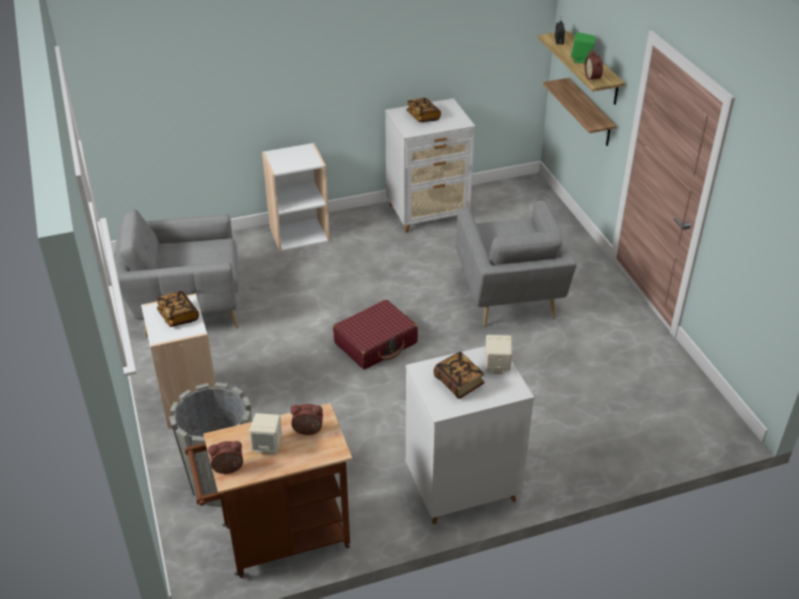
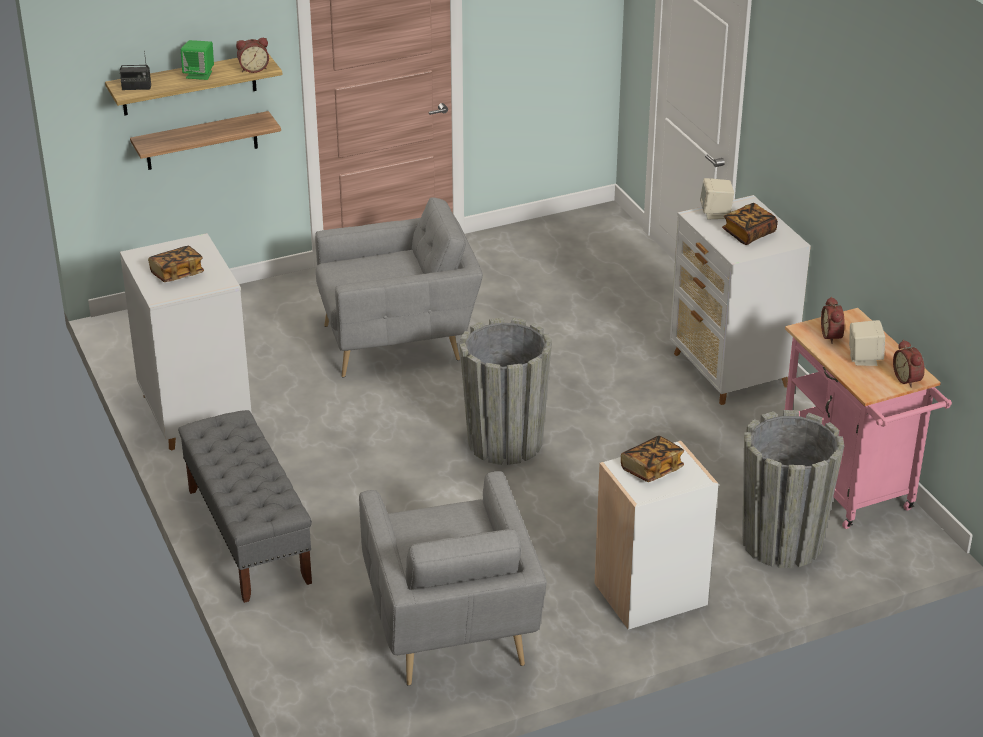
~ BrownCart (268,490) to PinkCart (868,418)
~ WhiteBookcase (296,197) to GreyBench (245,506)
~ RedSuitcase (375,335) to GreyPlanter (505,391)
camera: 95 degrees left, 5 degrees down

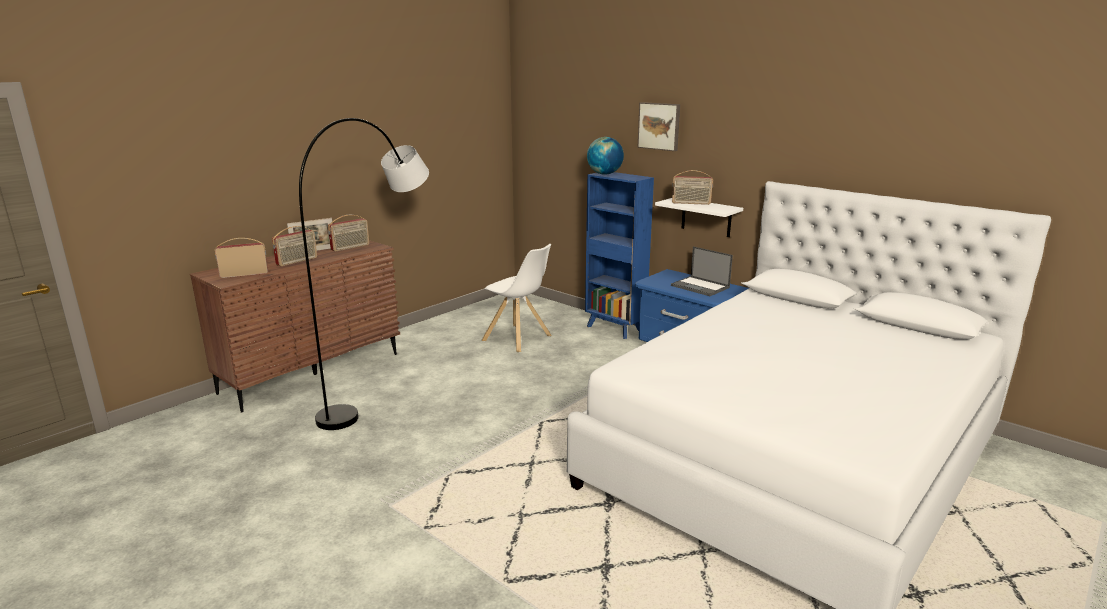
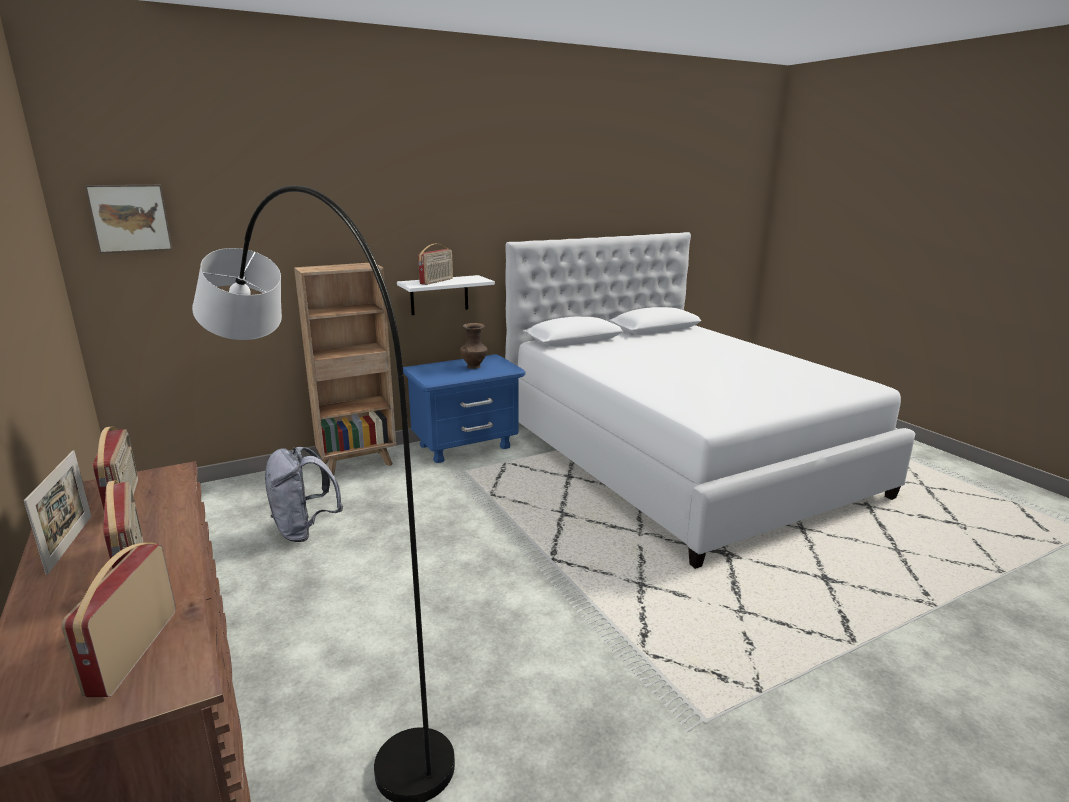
~ WhiteChair (517,298) to GreyBackpack (304,494)
~ BlueBookcase (619,255) to BrownBookcase (345,369)
- Globe (605,156)
~ Picture (658,126) to (128,219)
~ Laptop (702,271) to BrownVase (474,346)
camera: 70 degrees left, 0 degrees up

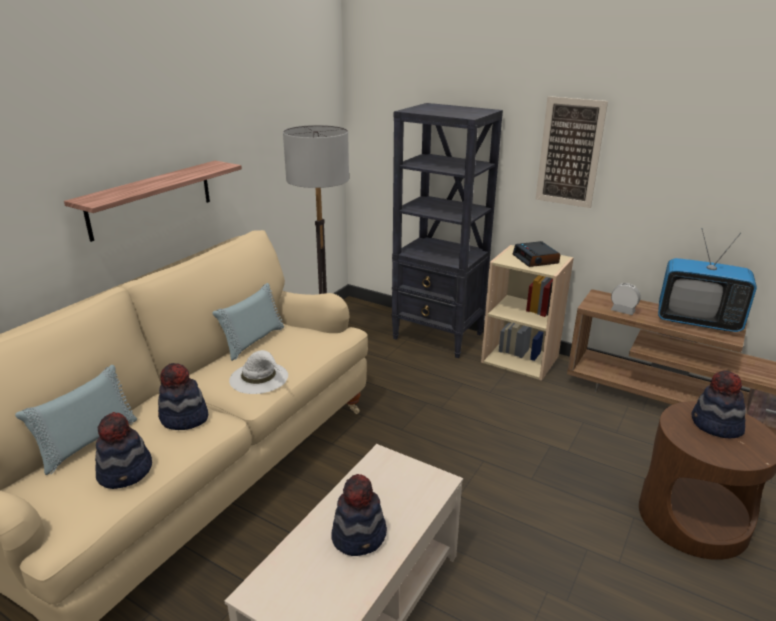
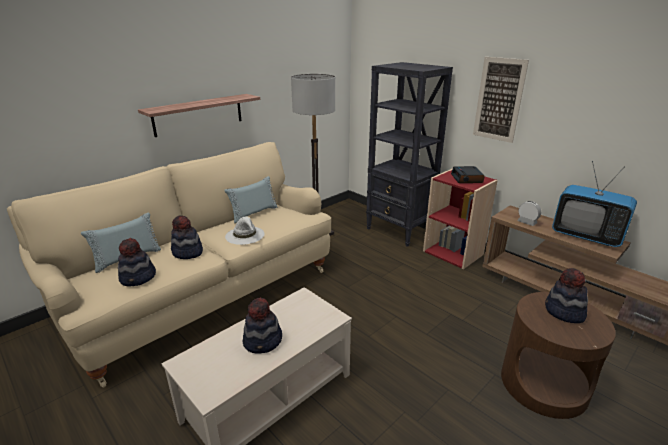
~ BeigeBookcase (527,313) to RedBookcase (460,218)
camera: 15 degrees right, 0 degrees up

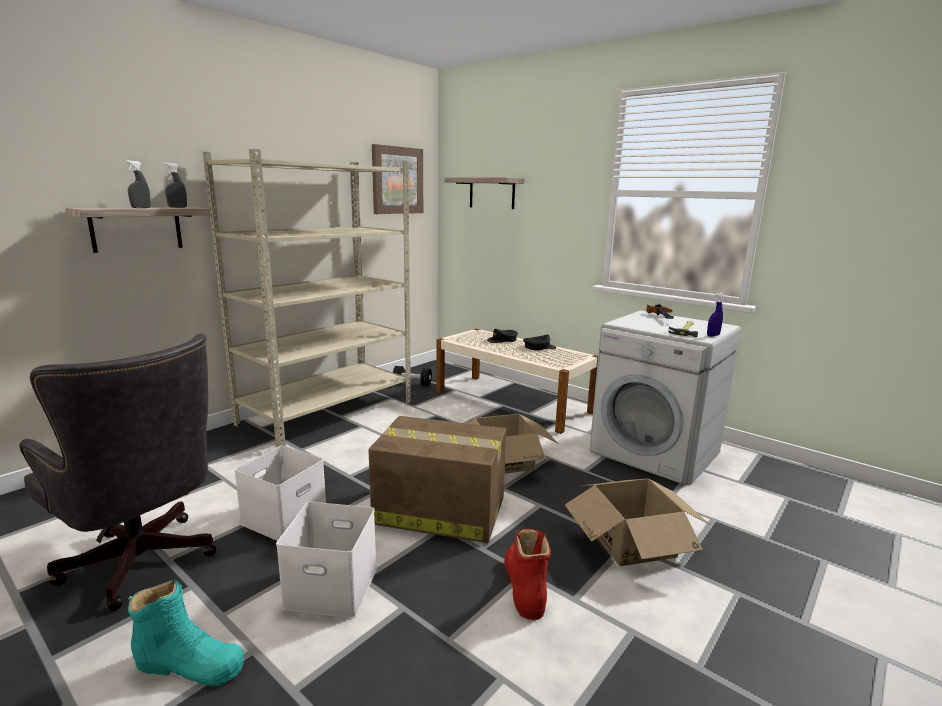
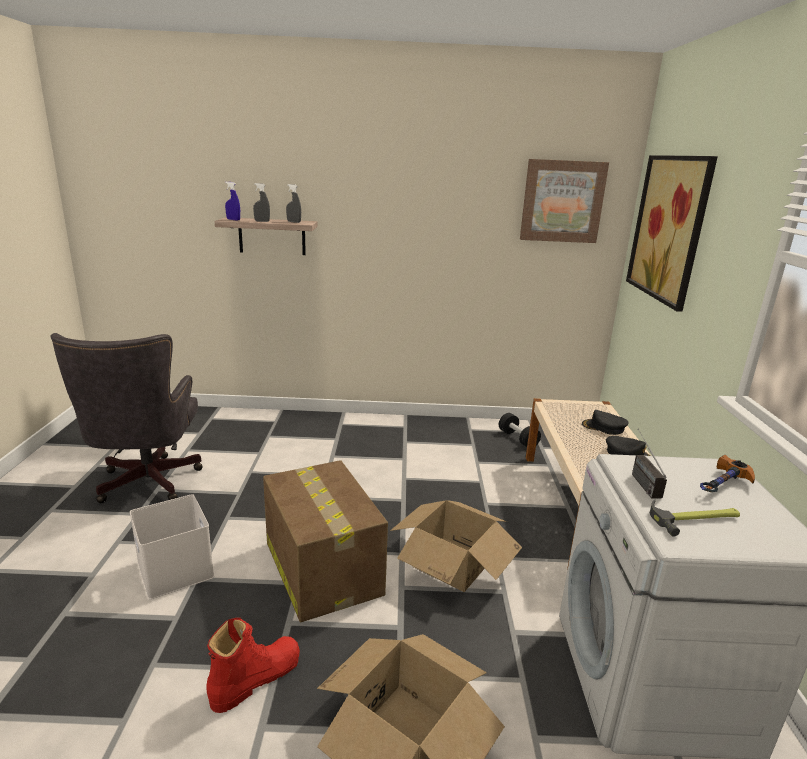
- TurquoiseBoot (185,632)
- BeigeBookcase (307,298)
- WhiteStorageBox (280,493)
~ Shelf (484,193) to Picture (672,233)
~ BlueSprayBottle (715,315) to (232,201)
+ Radio (649,464)
camera: 50 degrees right, 5 degrees up

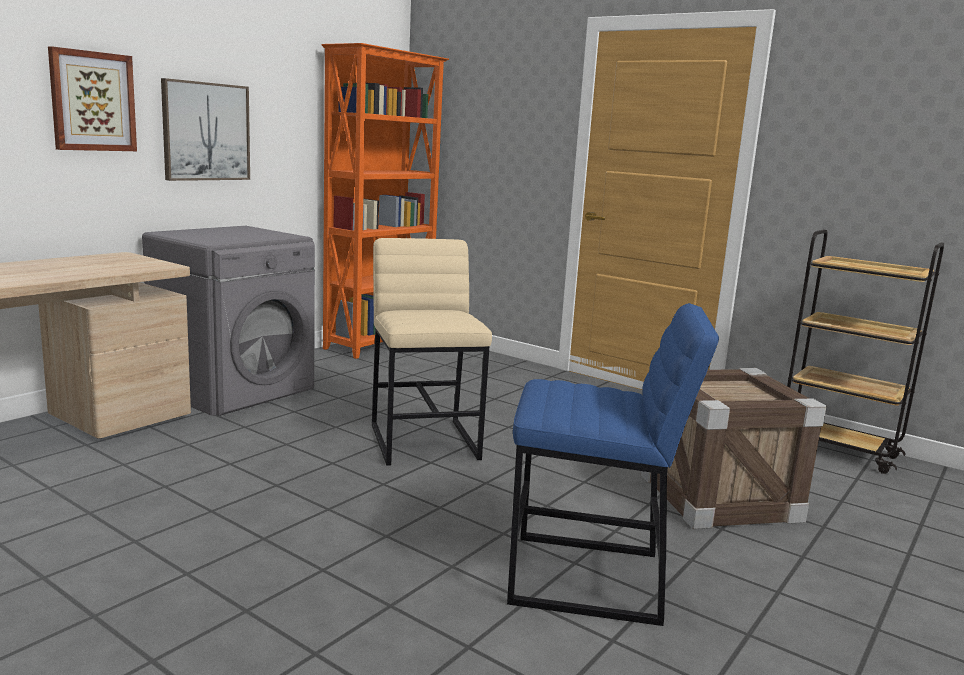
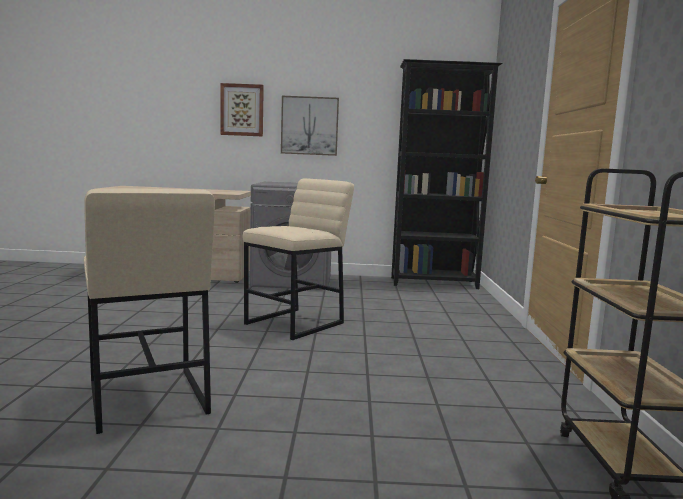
~ OrangeBookcase (385,201) to BlackBookcase (447,174)
~ BlueStool (613,464) to BeigeStool (149,311)
- Crate (734,448)
camera: 55 degrees right, 5 degrees down

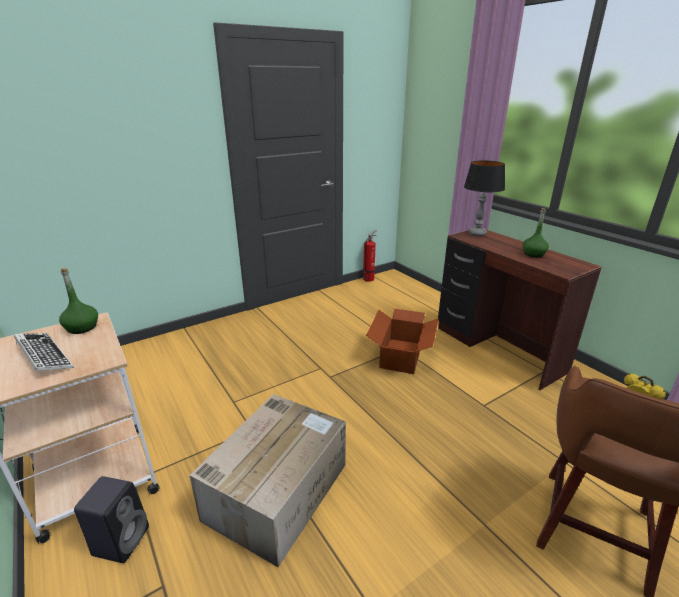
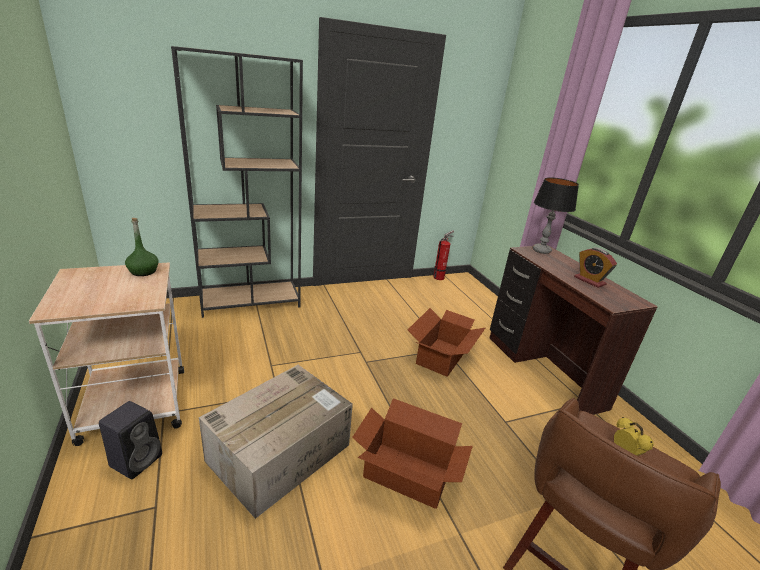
- Keyboard (44,352)
~ GreenBottle (535,232) to AlarmClock (595,268)
+ Bookcase (237,182)
+ CardboardBox (412,453)
camera: 10 degrees right, 0 degrees up

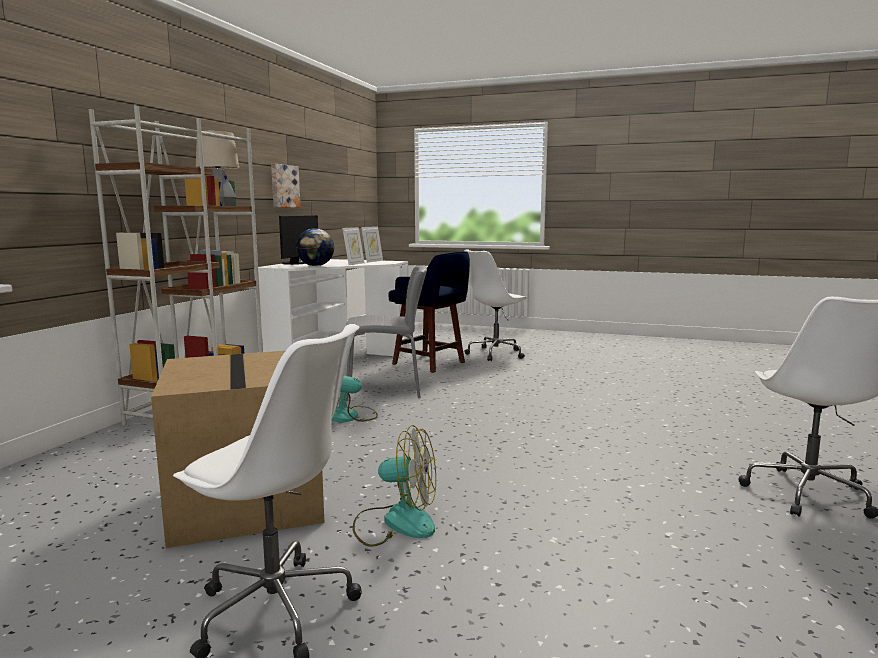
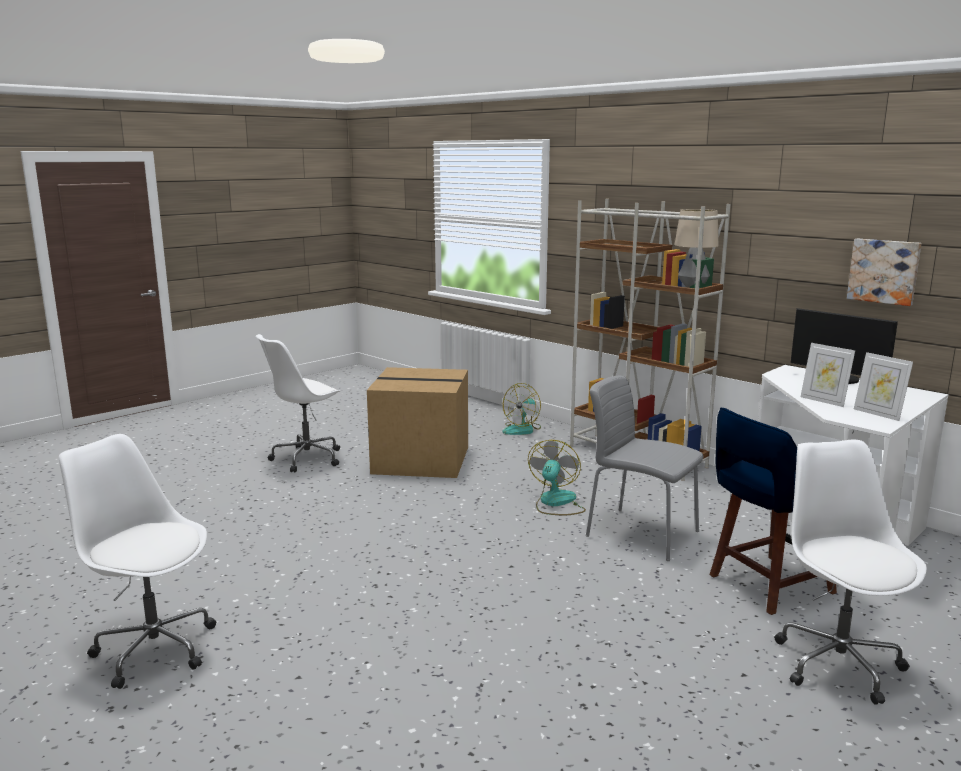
- Globe (315,247)
~ GreyChair (386,333) = (644,468) 105 degrees clockwise
~ Fan (394,486) to (521,409)
camera: 115 degrees right, 5 degrees up

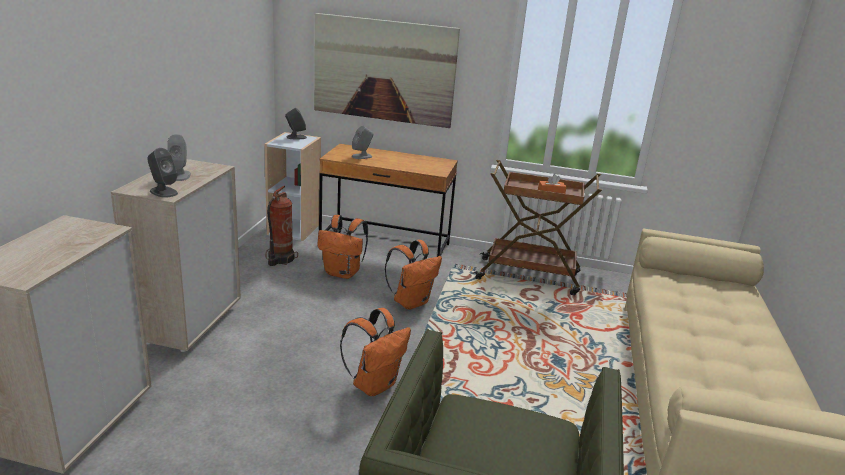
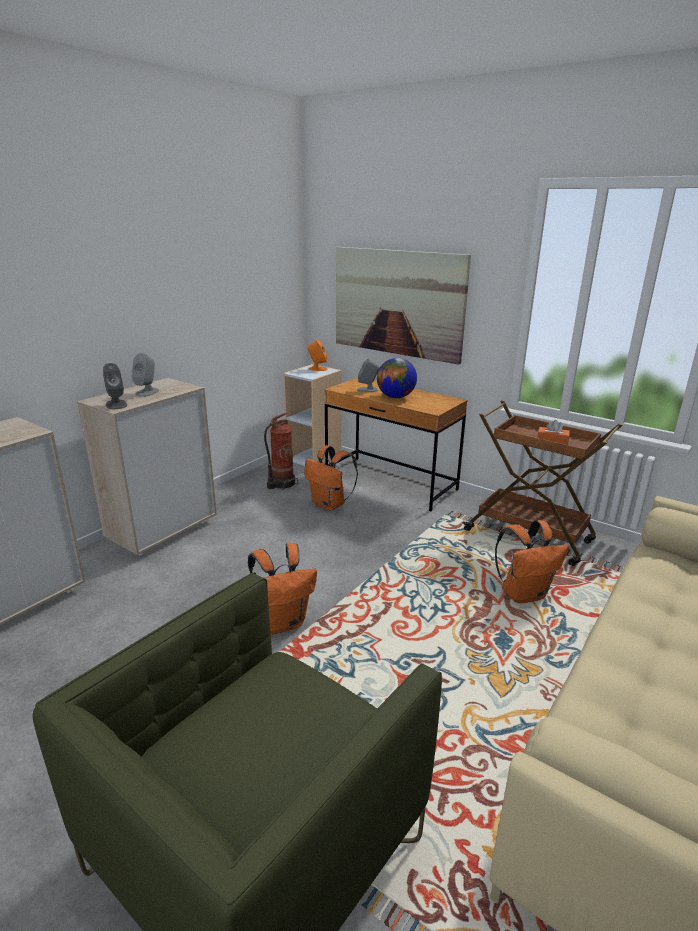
~ GreySpeaker (296,123) to OrangeSpeaker (318,355)
~ OrangeBackpack (413,275) to (532,561)
+ Globe (397,378)
camera: 25 degrees right, 0 degrees up

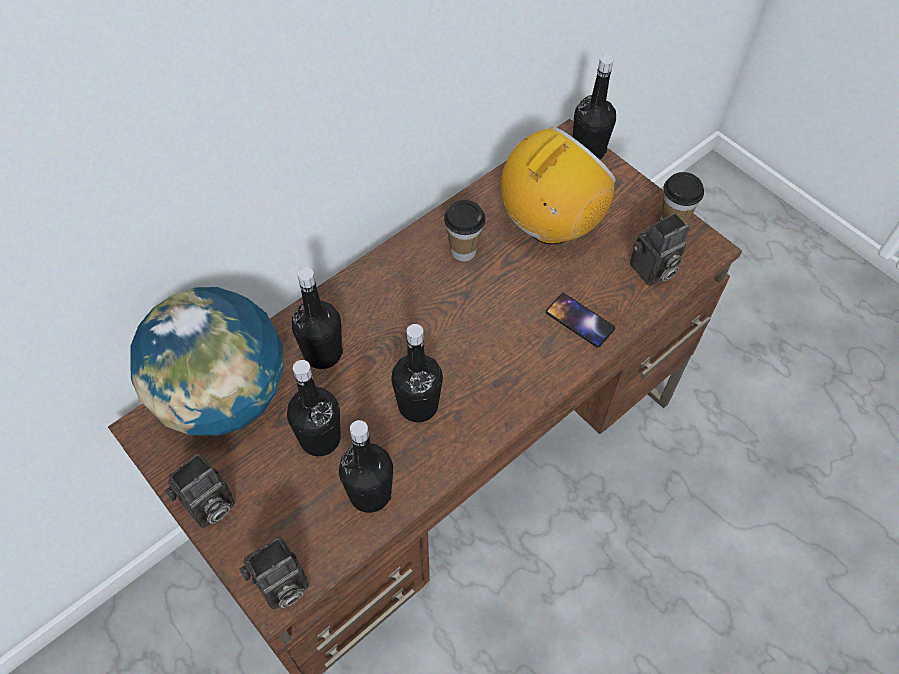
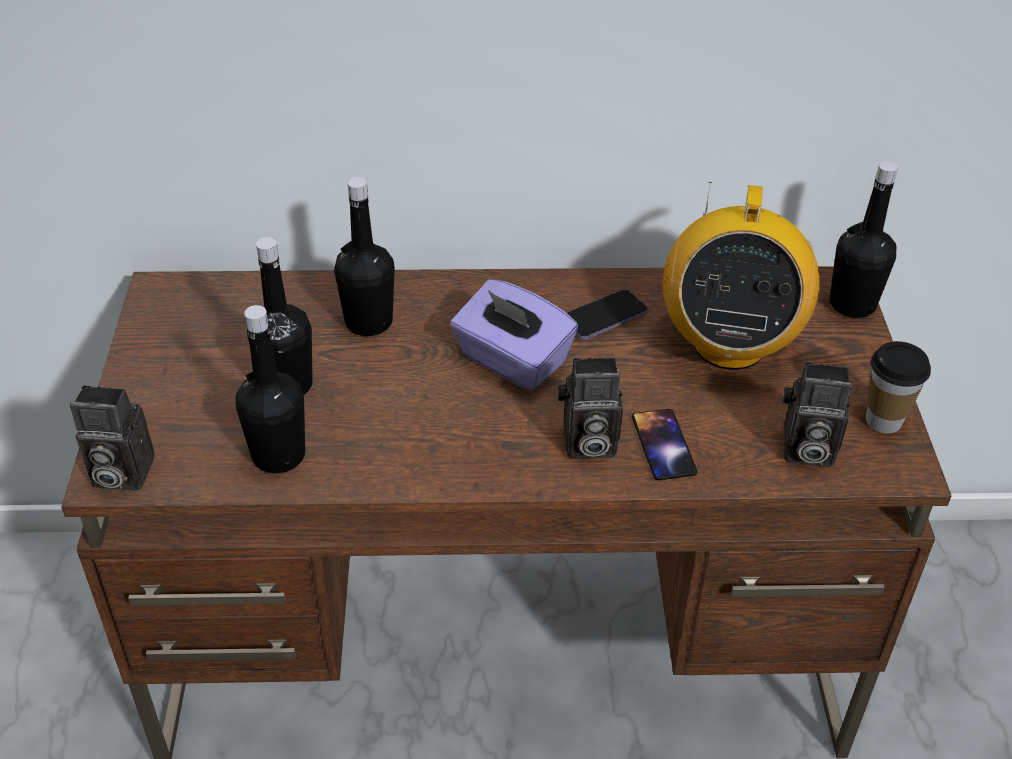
- Globe (207,361)
~ PhotoCamera (200,491) to (590,408)
- BlackBottle (417,373)
~ Cup (464,230) to Phone (607,315)
~ Radio (558,185) = (741,276) 105 degrees clockwise
+ PurpleTissueBox (514,335)
camera: 40 degrees right, 15 degrees down

